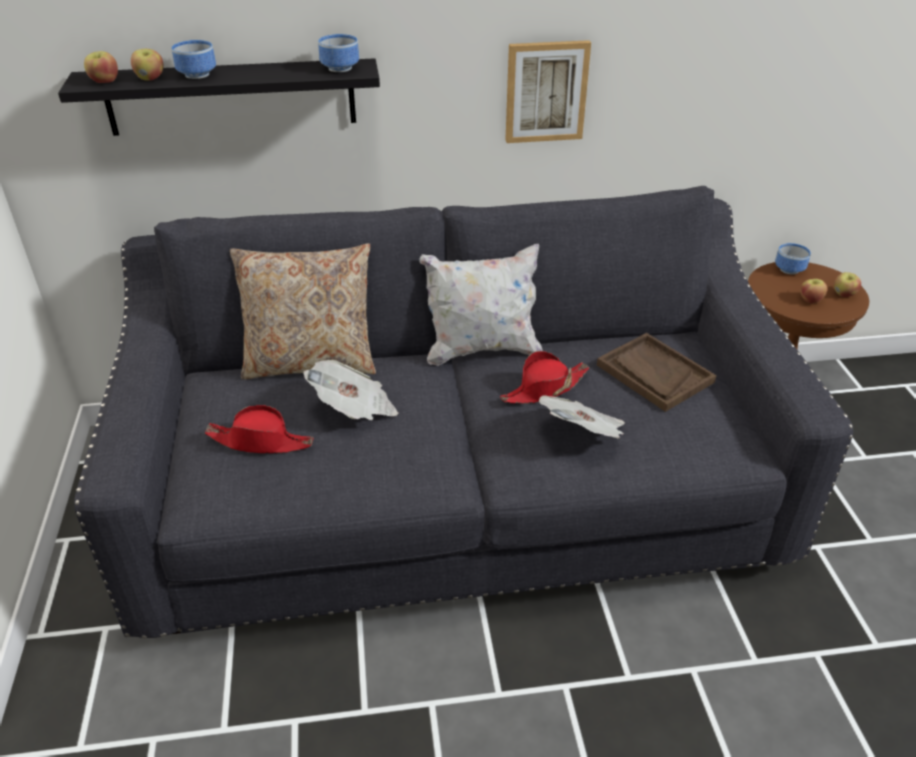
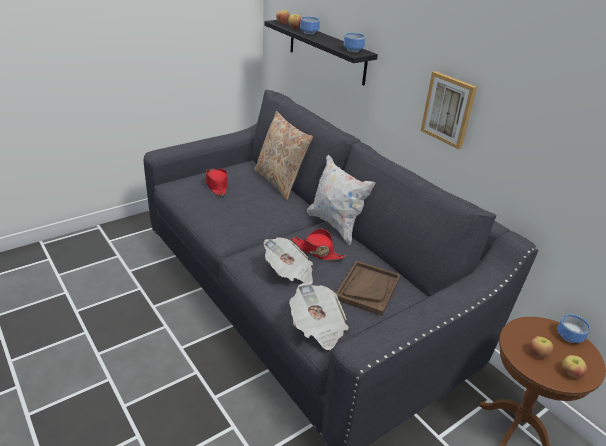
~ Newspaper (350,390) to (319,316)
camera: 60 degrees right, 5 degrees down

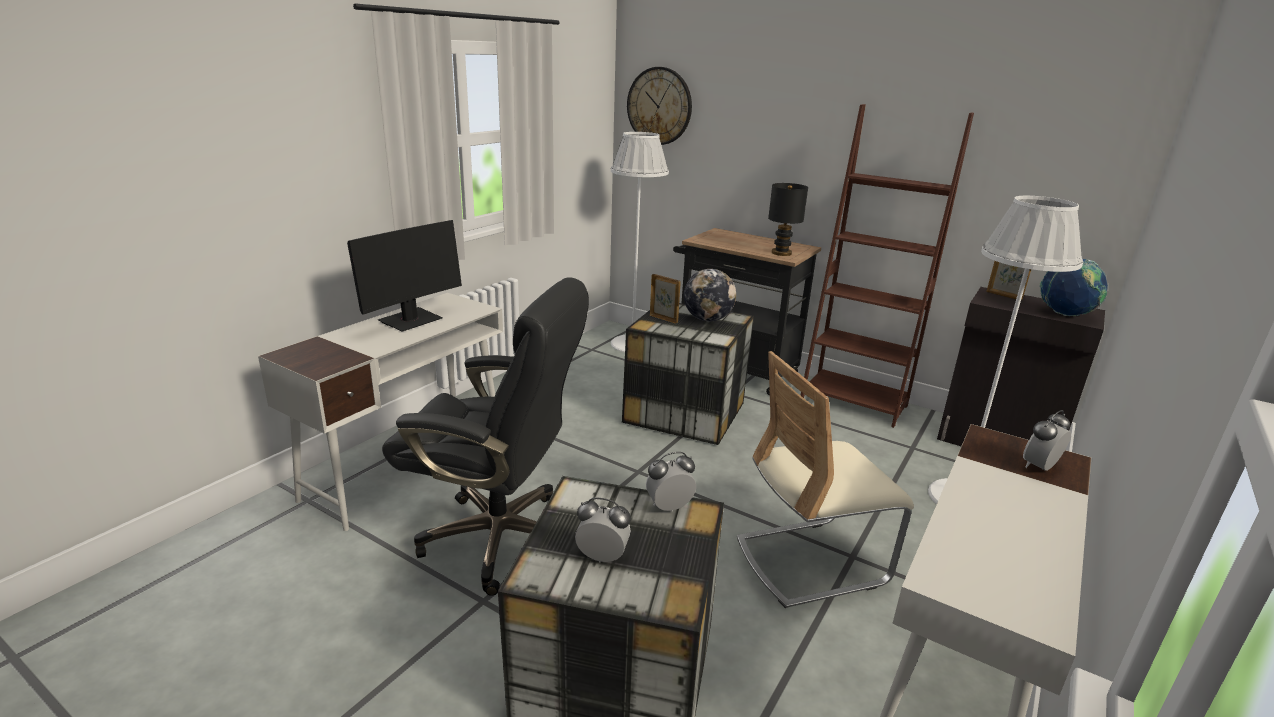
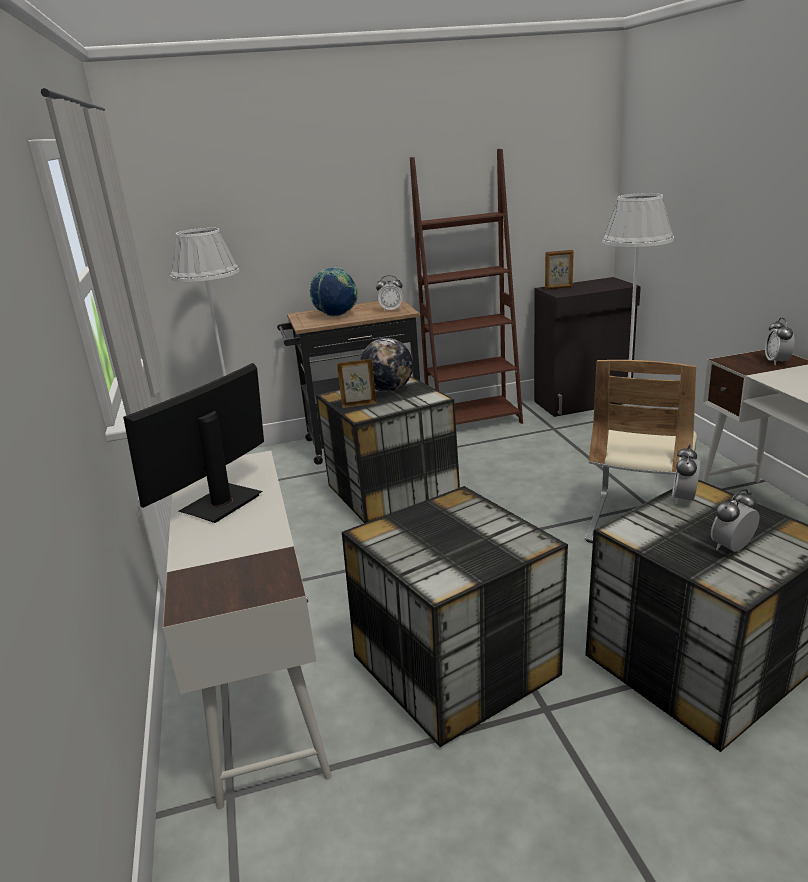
~ Monitor (404,275) = (193,443) 135 degrees counterclockwise
~ BlackOfficeChair (485,436) to StorageBox (455,616)
- WallClock (659,106)
~ BlackTableLamp (788,219) to AlarmClock (389,293)
~ Globe (1073,287) to (333,292)
camera: 45 degrees left, 0 degrees up

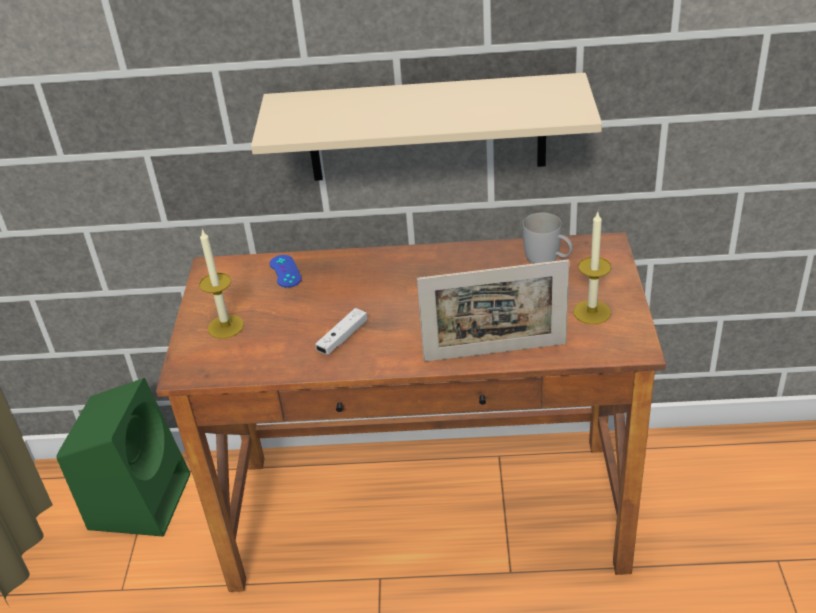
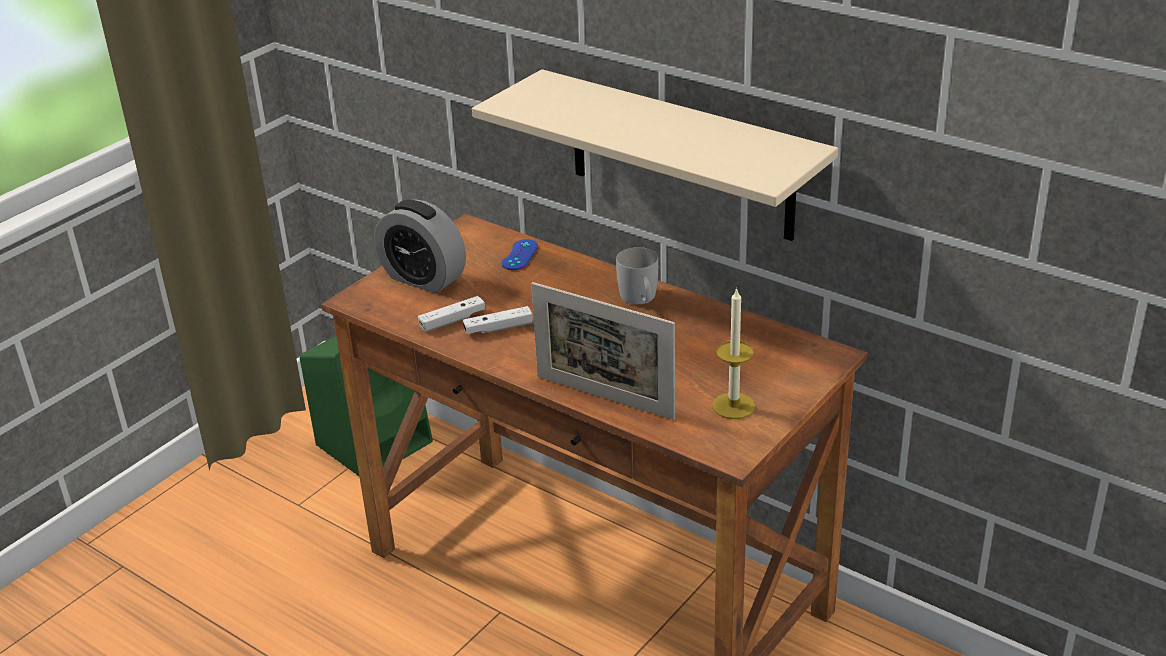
~ Candle (221,284) to AlarmClock (420,247)
~ WhiteMug (548,238) to (637,275)
+ WhiteGameController (451,314)
camera: 35 degrees right, 5 degrees down

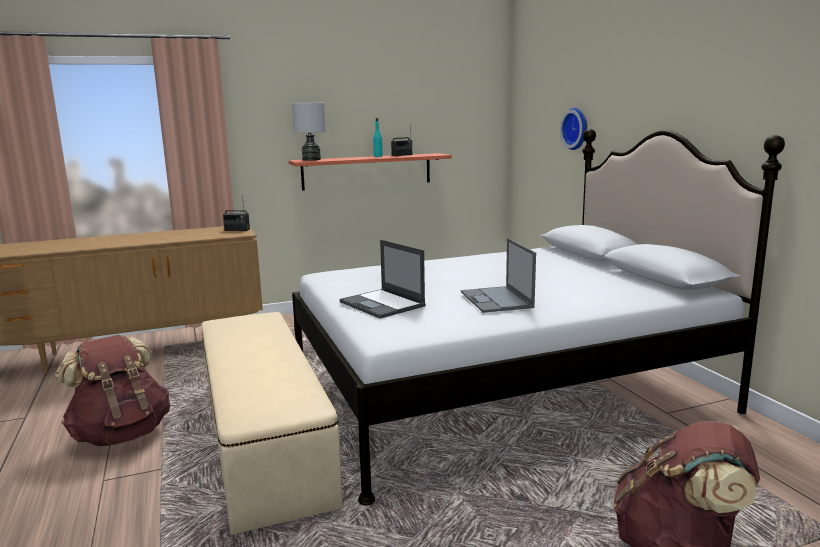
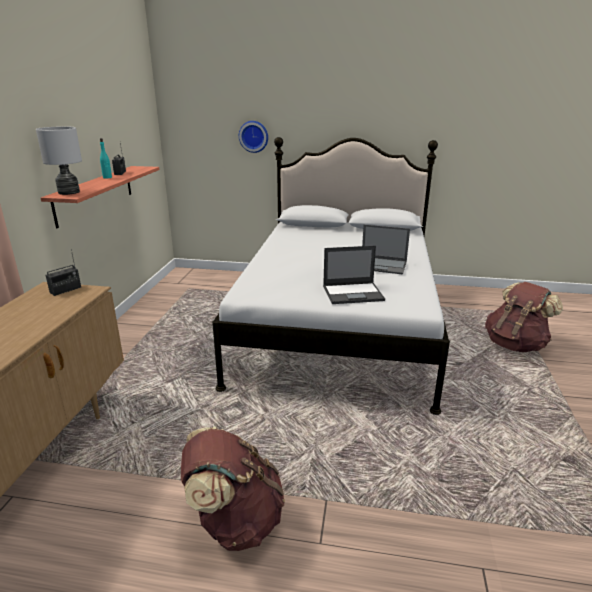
- BeigeBench (272,423)
camera: 60 degrees left, 10 degrees up

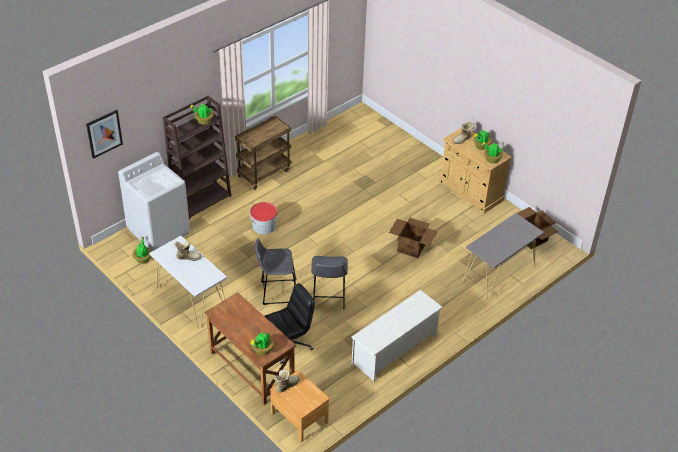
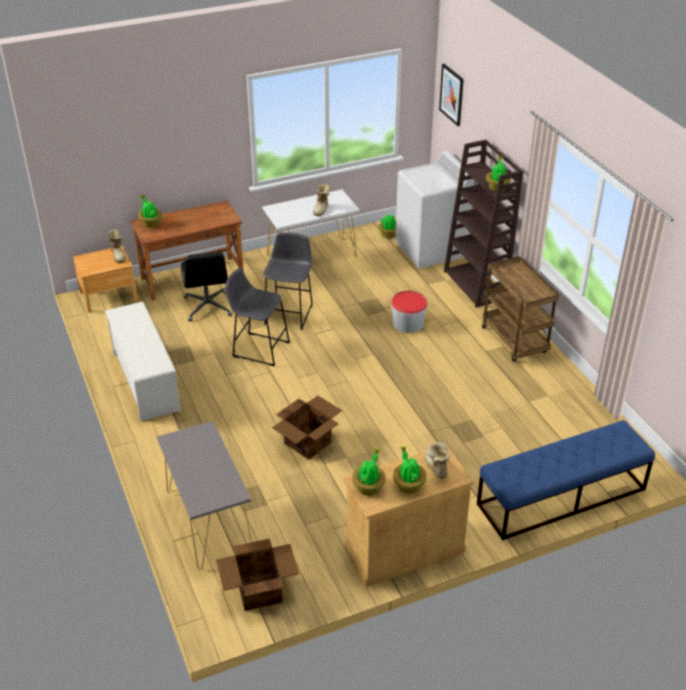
+ BlueBench (566,480)
camera: 110 degrees right, 5 degrees down

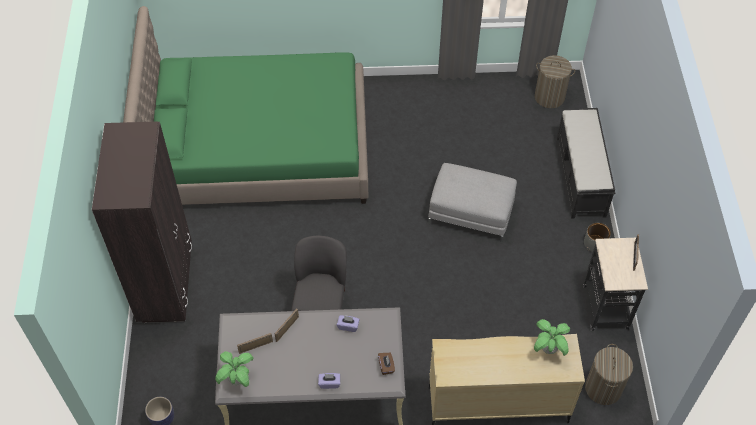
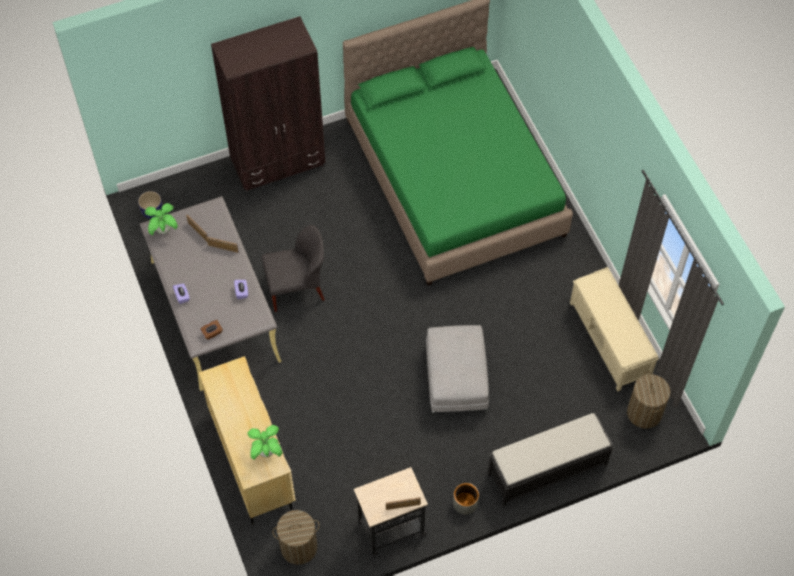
+ BeigeBench (614,329)
camera: 70 degrees right, 5 degrees up

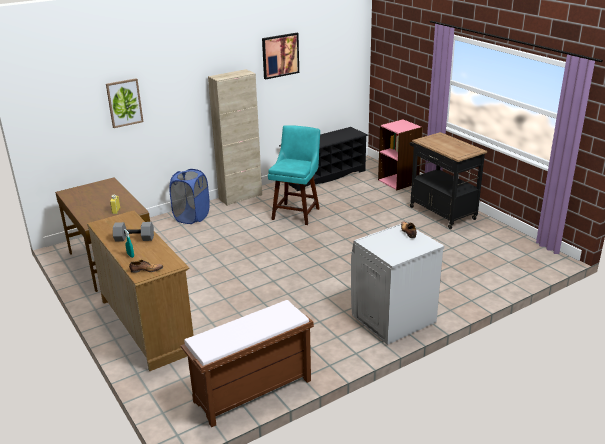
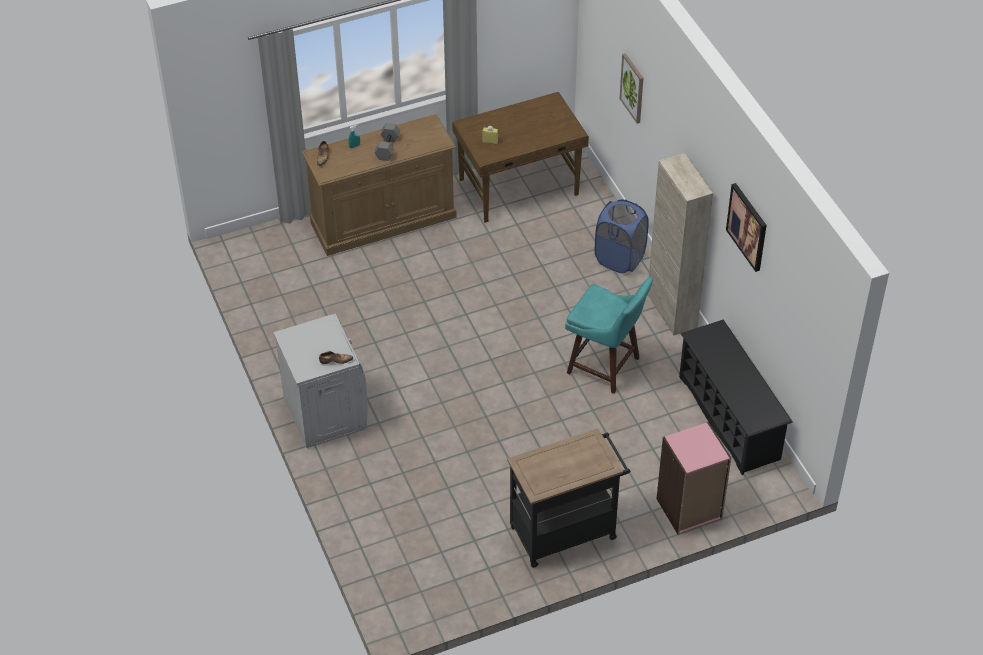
- BrownBench (247,363)
camera: 100 degrees right, 20 degrees up

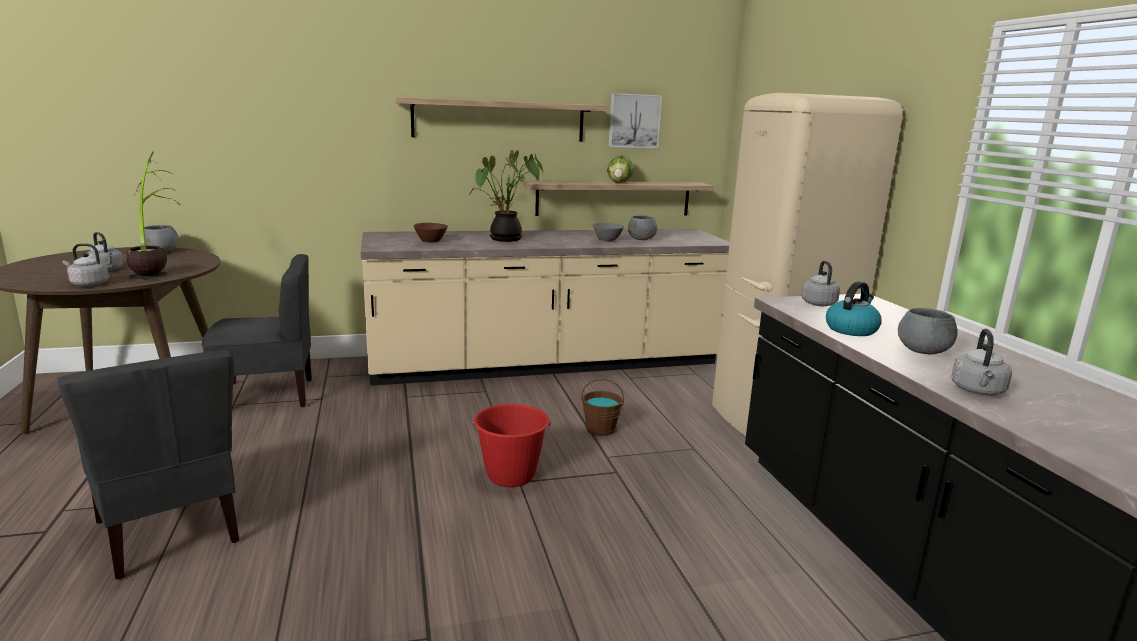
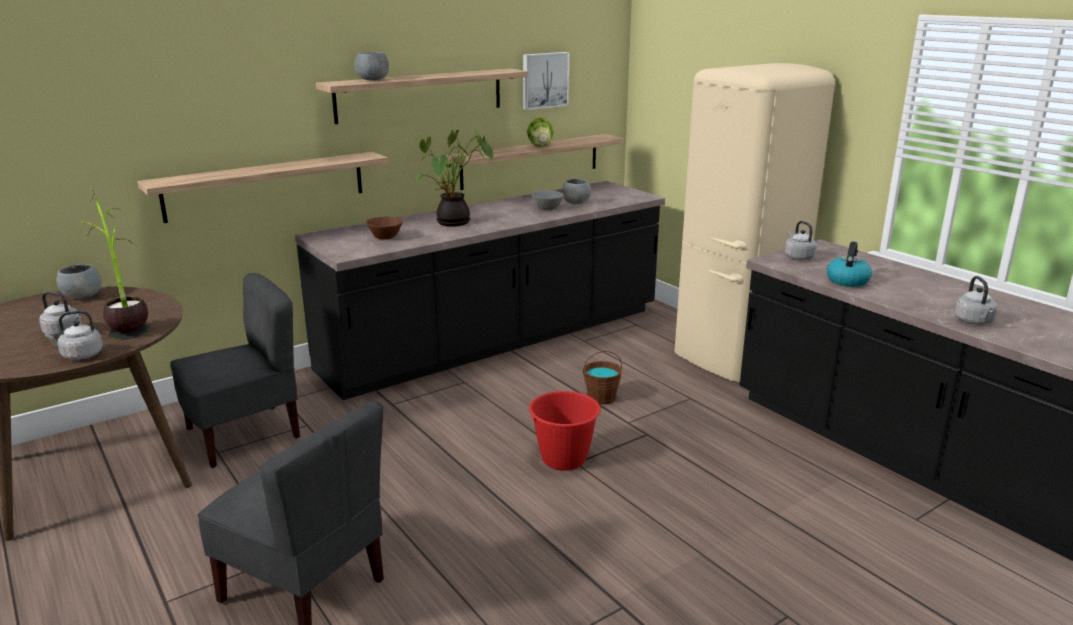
~ BeigeCounter (545,307) to BlackCounter (479,290)
~ GreyBowl (928,331) to (371,66)
+ Shelf (262,187)
camera: 20 degrees left, 5 degrees up

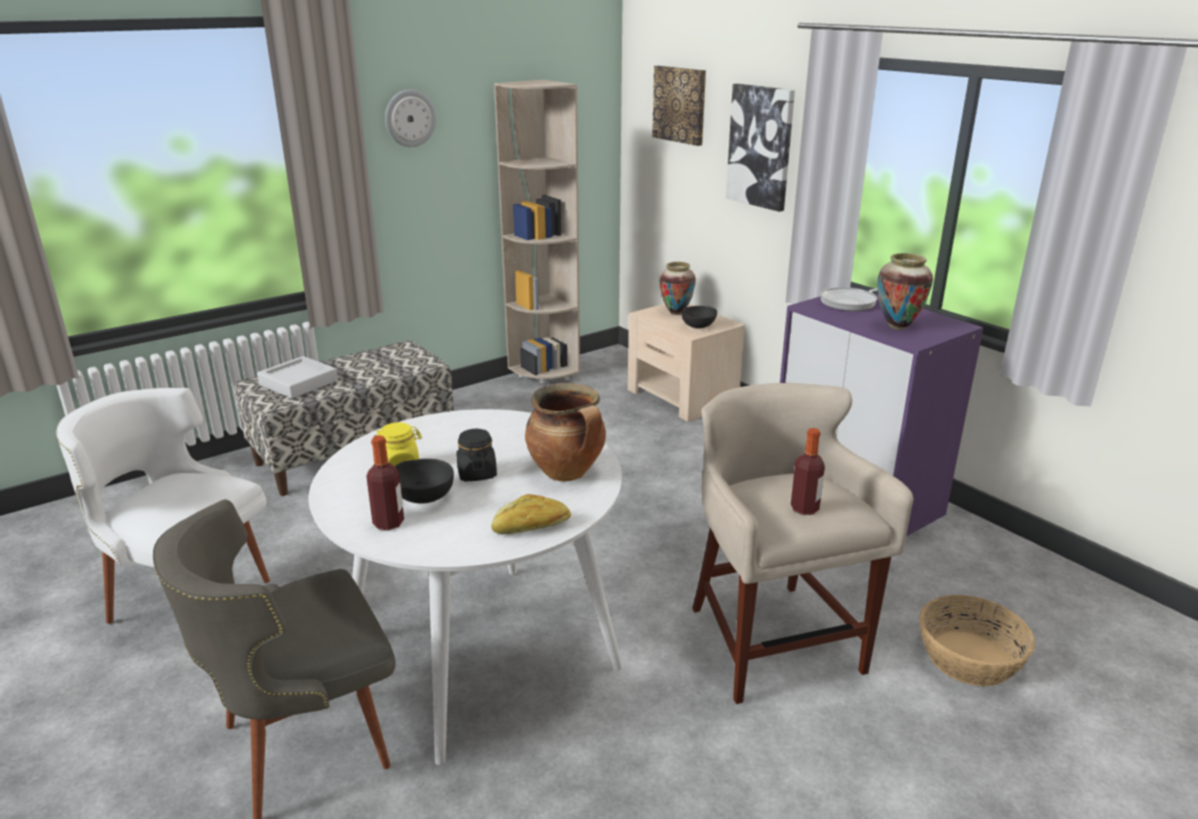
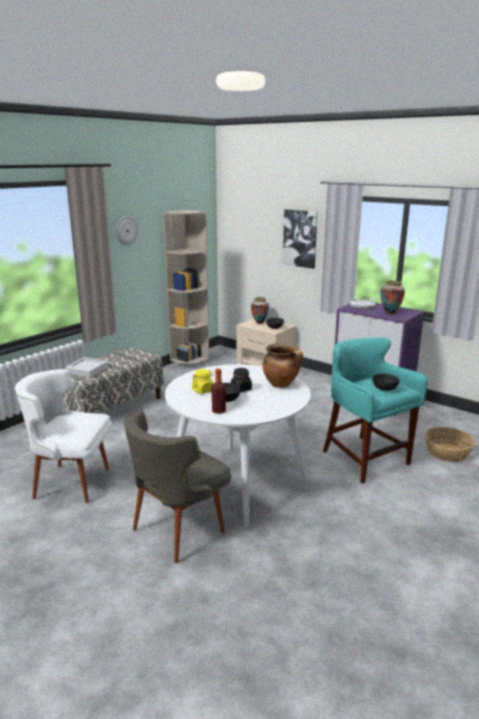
- Bread (531,514)
- Picture (679,106)
~ BeigeStool (803,543) to TurquoiseStool (375,410)
~ Bottle (808,471) to BlackBowl (386,382)
camera: 15 degrees left, 5 degrees down

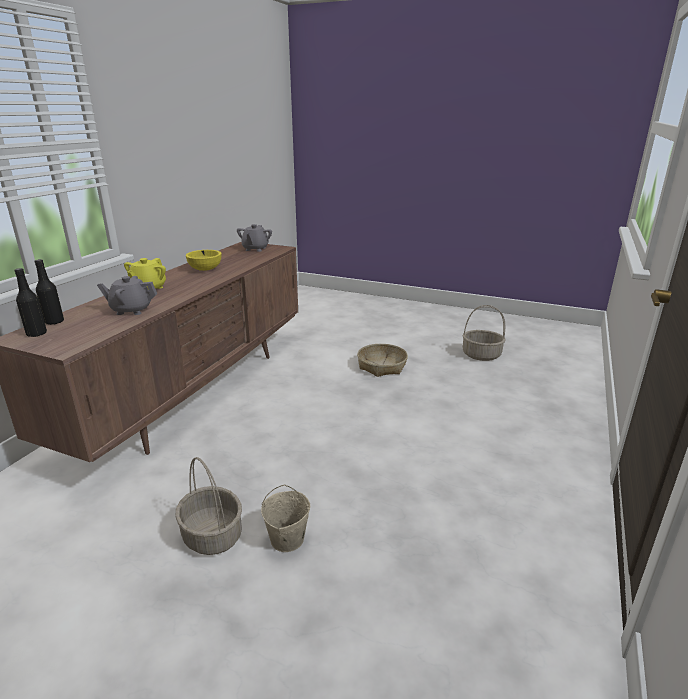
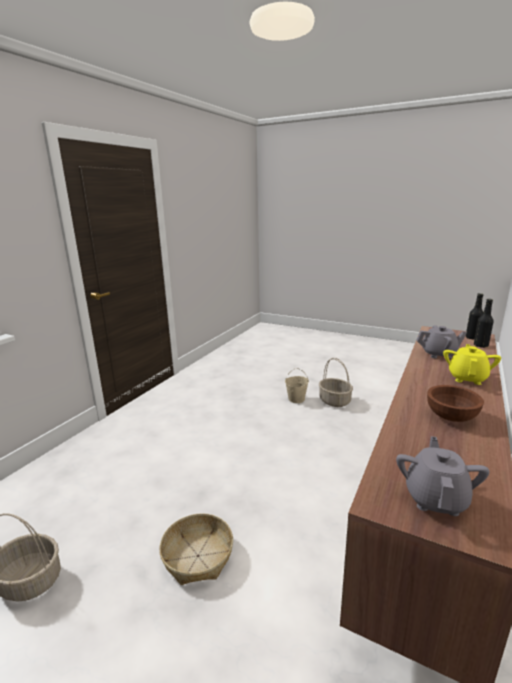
~ YellowBowl (203,260) to BrownBowl (455,403)
camera: 175 degrees left, 5 degrees down

